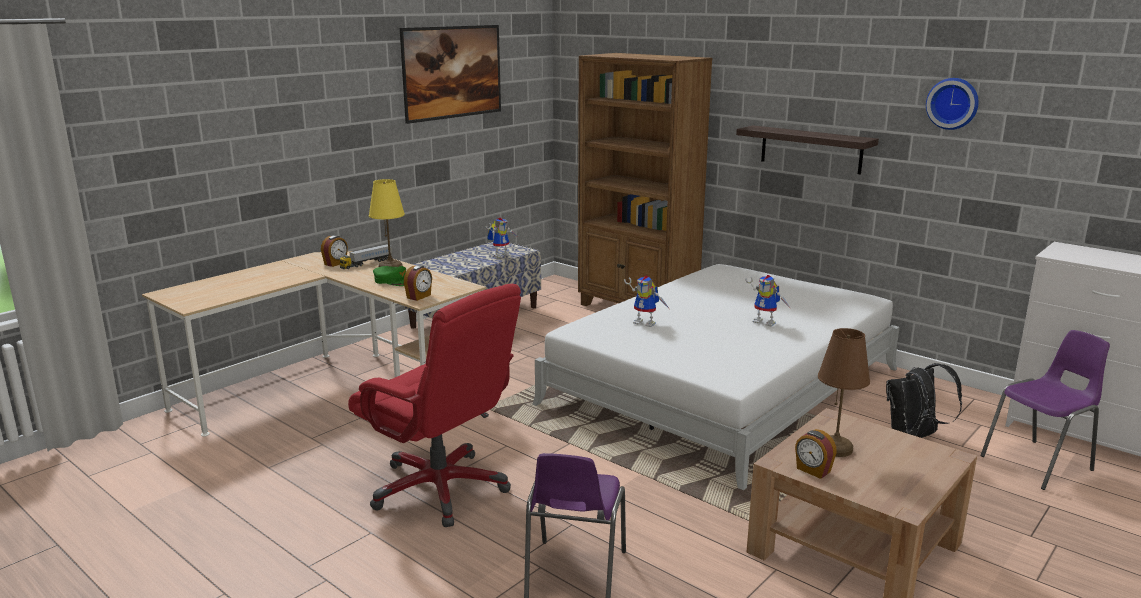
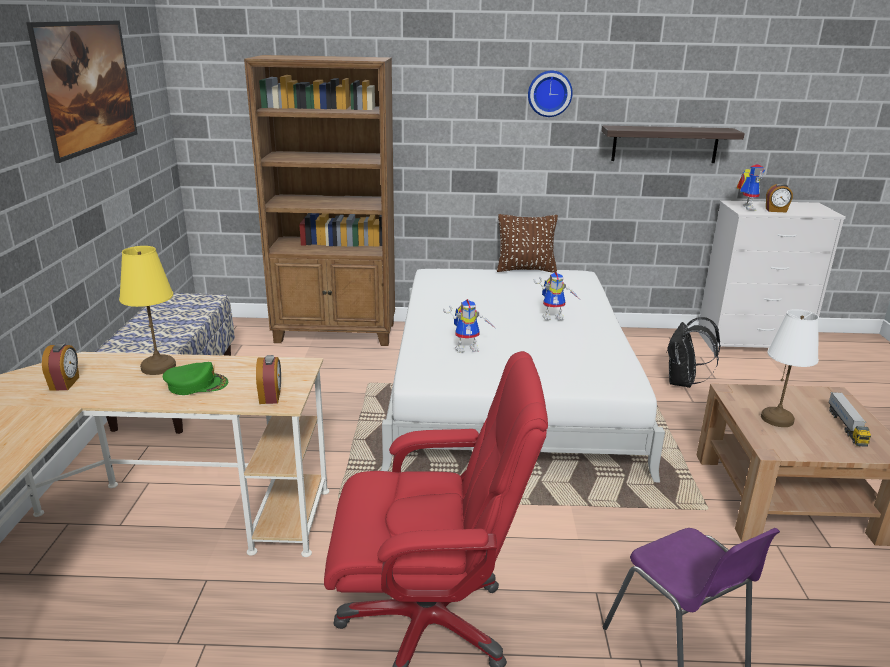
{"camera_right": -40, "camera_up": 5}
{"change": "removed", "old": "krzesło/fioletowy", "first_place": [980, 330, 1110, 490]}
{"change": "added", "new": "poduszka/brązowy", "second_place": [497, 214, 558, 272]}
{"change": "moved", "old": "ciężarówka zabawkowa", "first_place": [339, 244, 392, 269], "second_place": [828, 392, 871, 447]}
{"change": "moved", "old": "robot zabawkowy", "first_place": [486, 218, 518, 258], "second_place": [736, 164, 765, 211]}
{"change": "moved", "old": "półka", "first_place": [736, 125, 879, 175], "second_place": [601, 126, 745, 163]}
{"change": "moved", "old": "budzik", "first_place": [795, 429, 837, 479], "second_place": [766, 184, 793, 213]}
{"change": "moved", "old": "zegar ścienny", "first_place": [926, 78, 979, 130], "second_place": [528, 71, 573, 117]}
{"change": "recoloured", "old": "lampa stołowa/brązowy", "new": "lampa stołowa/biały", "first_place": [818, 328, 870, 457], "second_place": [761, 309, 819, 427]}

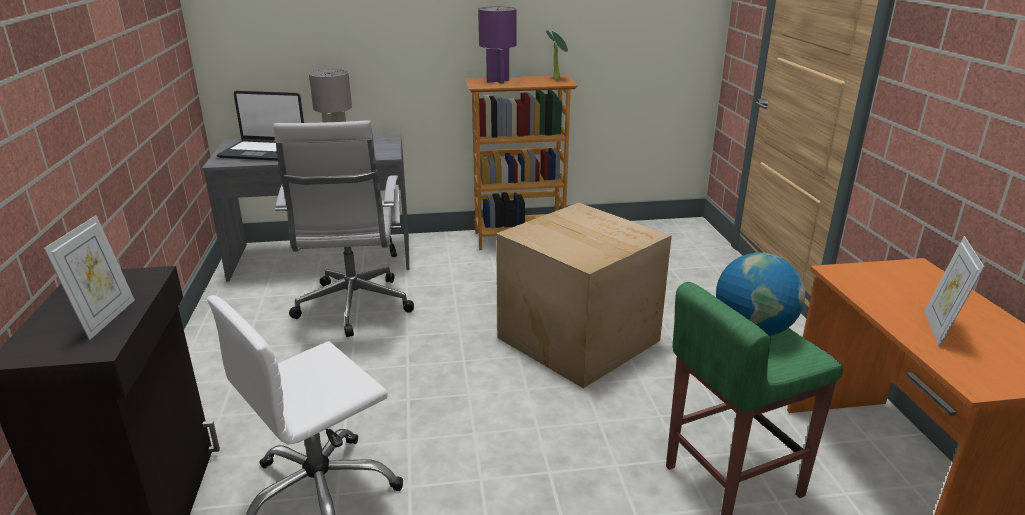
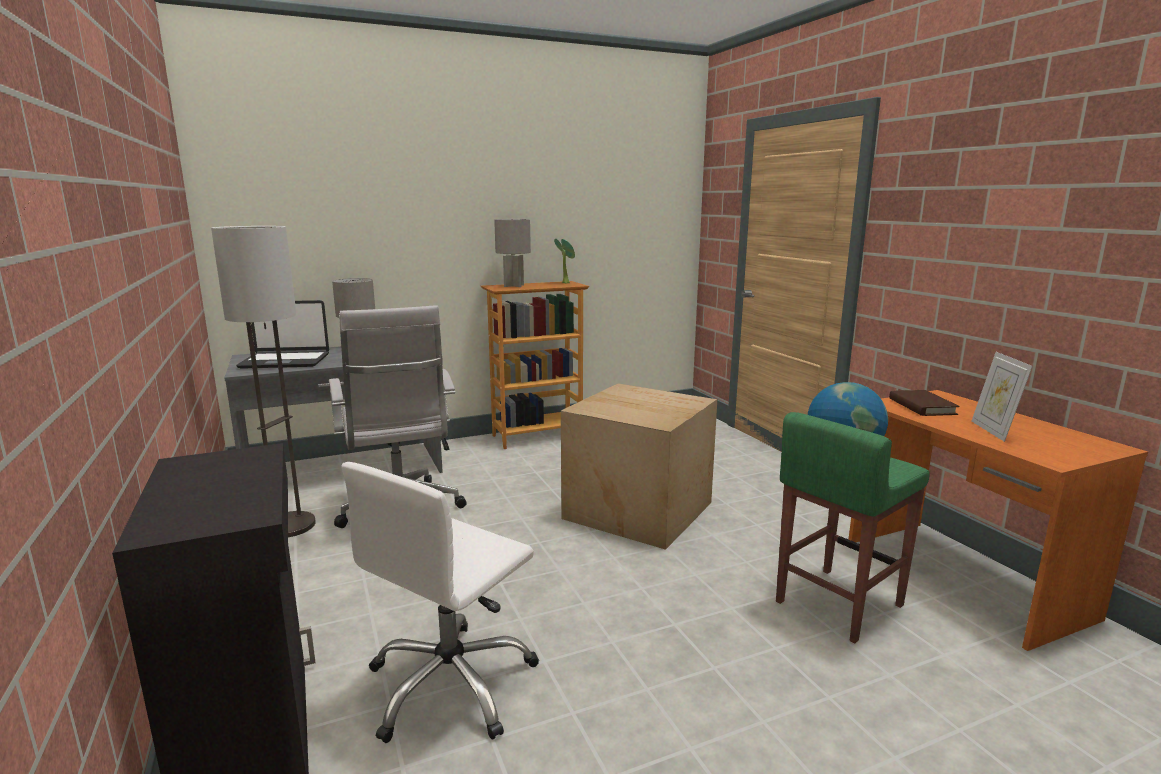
{"camera_right": -15, "camera_up": -10}
{"change": "removed", "old": "ramka na zdjęcie", "first_place": [44, 215, 135, 340]}
{"change": "added", "new": "lampa stojąca", "second_place": [211, 226, 316, 537]}
{"change": "added", "new": "książka/brązowy", "second_place": [889, 390, 960, 416]}
{"change": "recoloured", "old": "lampa stołowa/fioletowy", "new": "lampa stołowa/szary", "first_place": [478, 7, 517, 84], "second_place": [494, 219, 531, 287]}

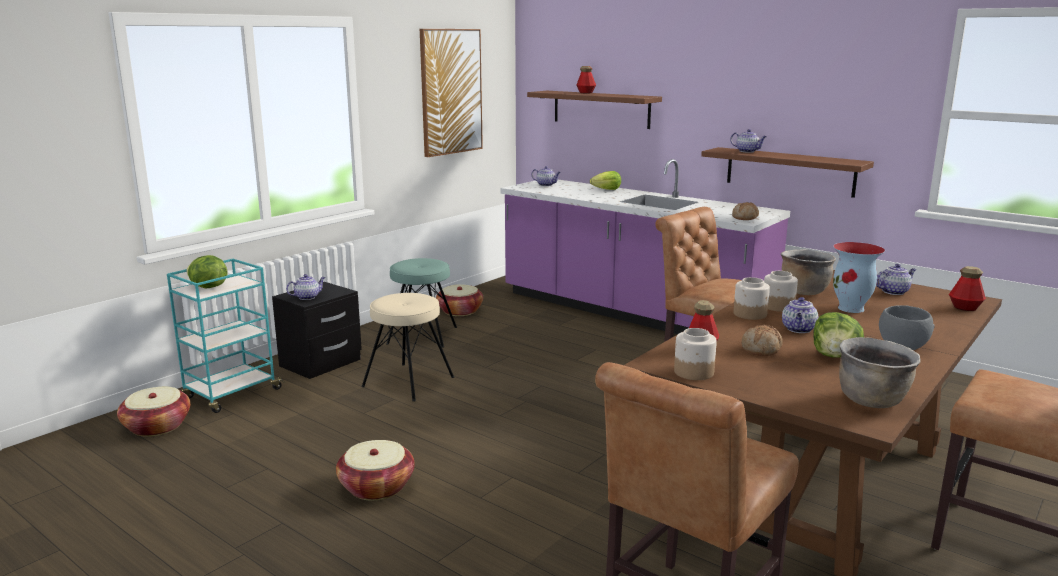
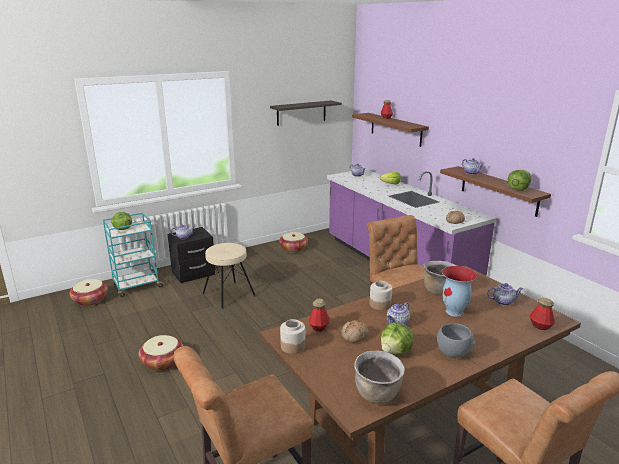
{"camera_right": 20, "camera_up": 5}
{"change": "removed", "old": "stołek/turkusowy", "first_place": [386, 258, 457, 348]}
{"change": "removed", "old": "słoik", "first_place": [764, 271, 798, 312]}
{"change": "added", "new": "sałata", "second_place": [508, 170, 531, 191]}
{"change": "replaced", "old": "obraz", "new": "półka", "first_place": [420, 29, 483, 157], "second_place": [270, 101, 342, 126]}

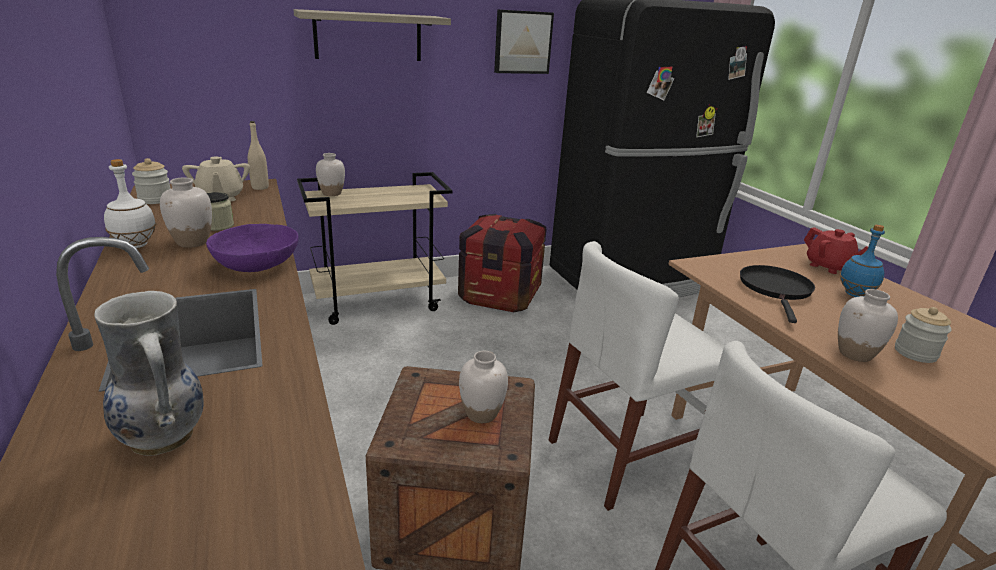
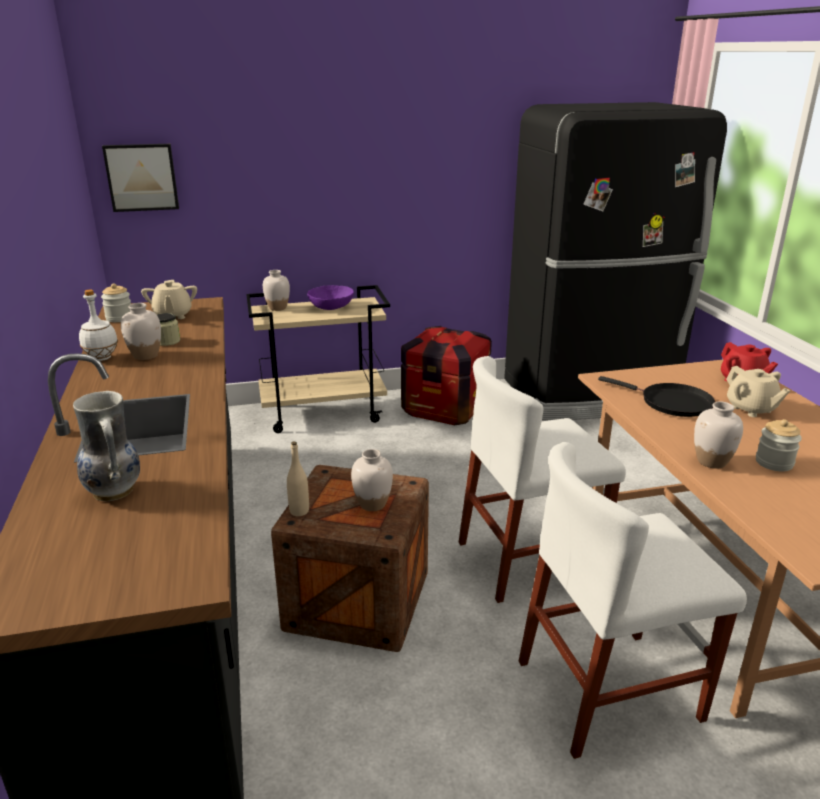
{"camera_right": 10, "camera_up": 0}
{"change": "removed", "old": "półka", "first_place": [294, 9, 451, 61]}
{"change": "moved", "old": "miska/fioletowy", "first_place": [206, 224, 298, 272], "second_place": [307, 285, 354, 310]}
{"change": "moved", "old": "butelka/beżowy", "first_place": [248, 121, 269, 190], "second_place": [287, 442, 309, 516]}
{"change": "moved", "old": "obraz", "first_place": [494, 9, 554, 74], "second_place": [102, 144, 179, 212]}
{"change": "replaced", "old": "butelka/niebieski", "new": "imbryk/beżowy", "first_place": [840, 224, 885, 297], "second_place": [726, 366, 791, 417]}
{"change": "turned", "old": "patelnia/czarny", "first_place": [740, 265, 815, 323], "second_place": [598, 376, 715, 417], "degrees": 105}

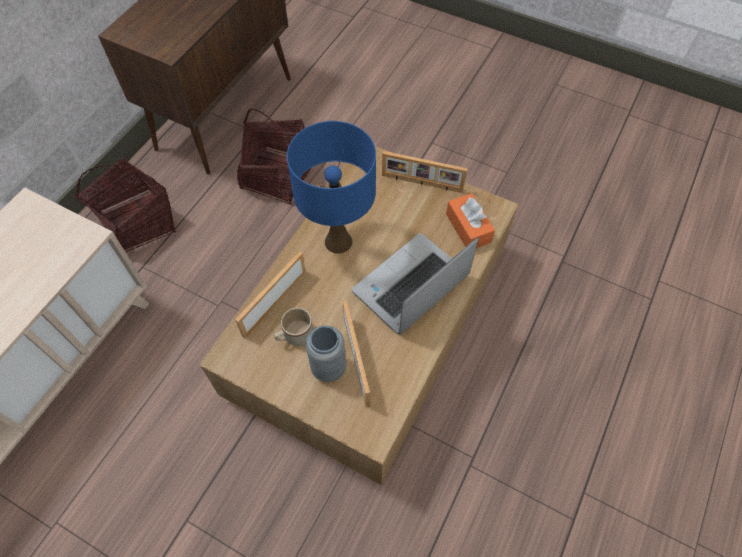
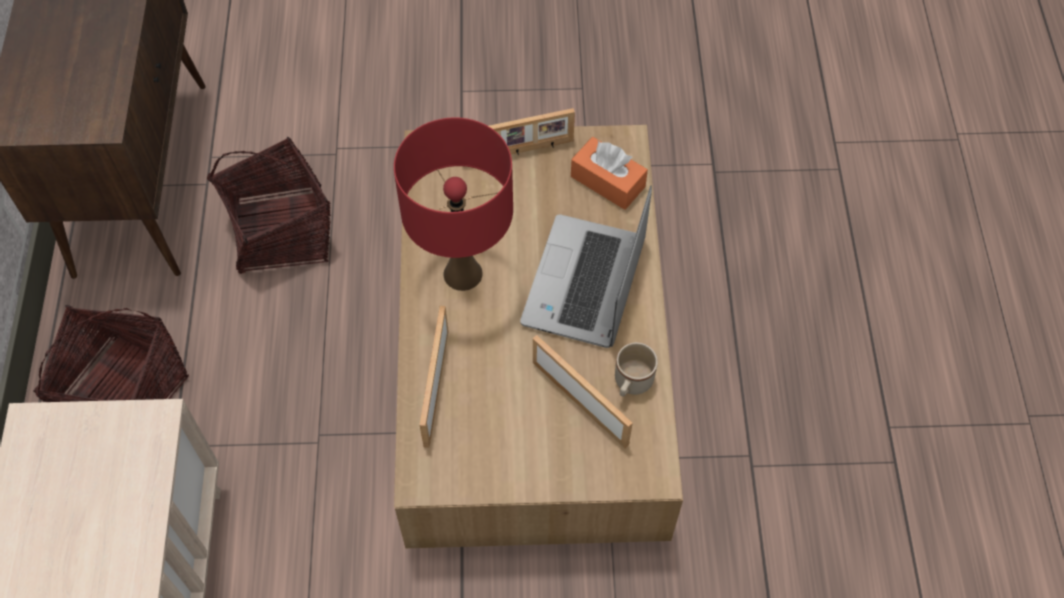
{"camera_right": -30, "camera_up": 0}
{"change": "removed", "old": "wazon/szary", "first_place": [306, 325, 346, 382]}
{"change": "moved", "old": "kubek/beżowy", "first_place": [274, 308, 313, 346], "second_place": [615, 342, 658, 397]}
{"change": "recoloured", "old": "lampa stołowa/niebieski", "new": "lampa stołowa/czerwony", "first_place": [287, 121, 376, 254], "second_place": [394, 117, 513, 291]}

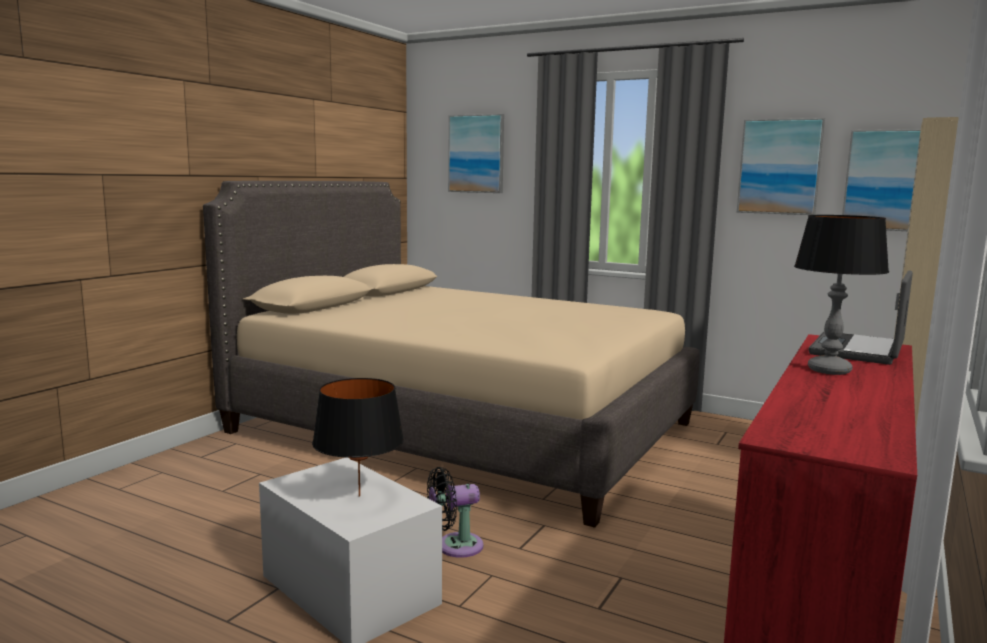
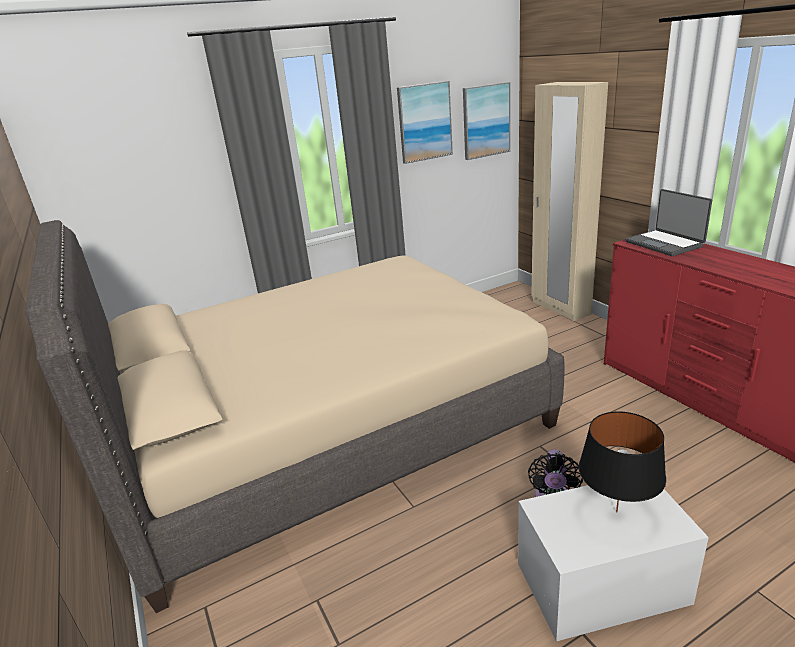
{"camera_right": -55, "camera_up": 15}
{"change": "removed", "old": "obraz", "first_place": [448, 114, 504, 193]}
{"change": "removed", "old": "lampa stołowa", "first_place": [794, 215, 889, 375]}

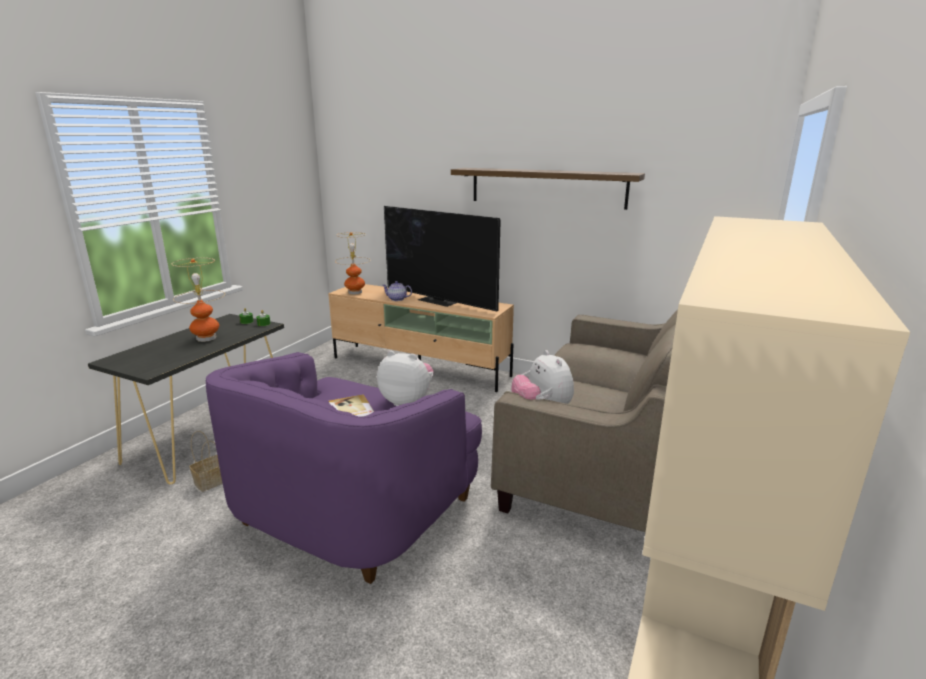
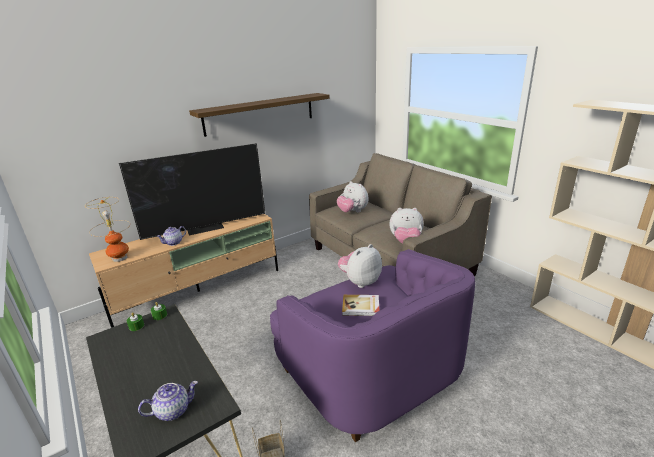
{"camera_right": -60, "camera_up": 5}
{"change": "removed", "old": "lampa stołowa", "first_place": [172, 258, 225, 342]}
{"change": "added", "new": "imbryk", "second_place": [138, 381, 198, 421]}
{"change": "added", "new": "pluszak", "second_place": [337, 181, 369, 212]}

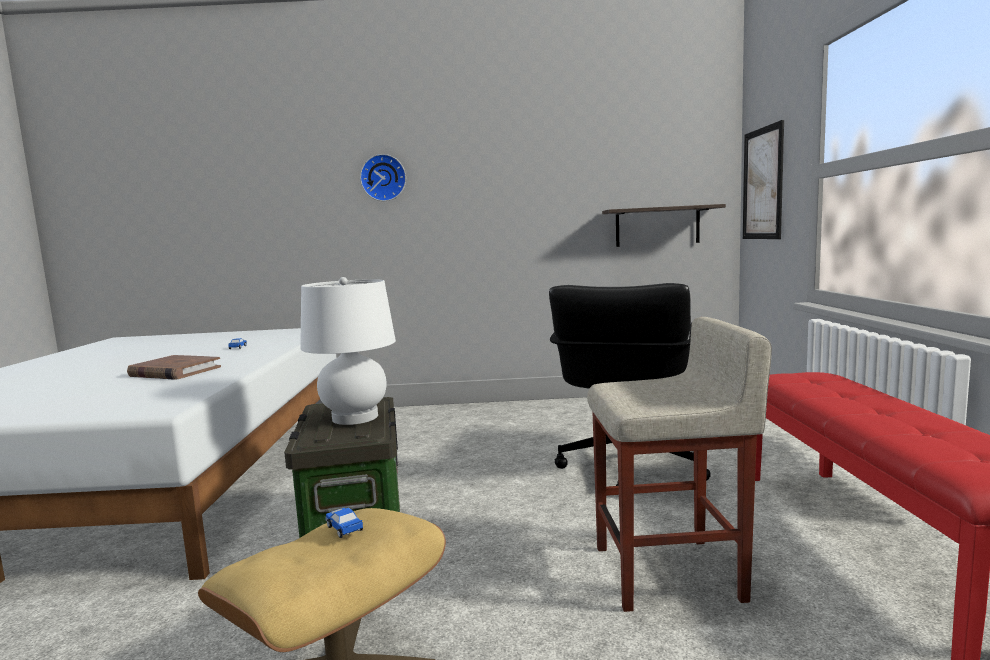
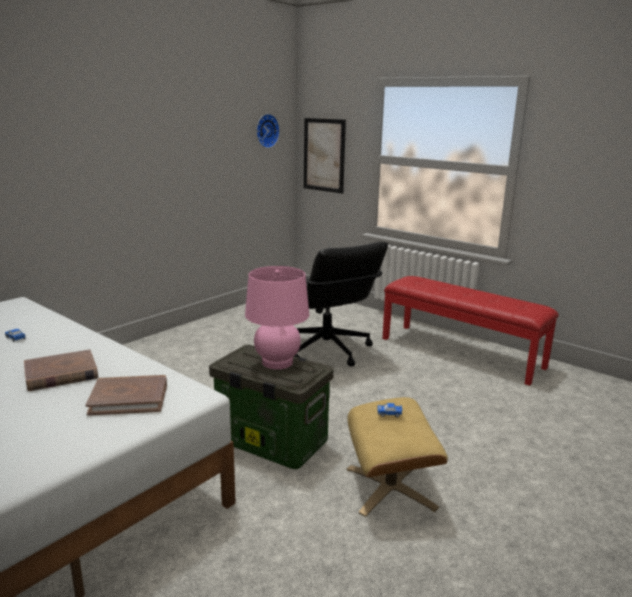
{"camera_right": -50, "camera_up": 10}
{"change": "removed", "old": "stołek/beżowy", "first_place": [587, 317, 772, 612]}
{"change": "removed", "old": "półka", "first_place": [602, 204, 726, 247]}
{"change": "added", "new": "książka/brązowy", "second_place": [85, 375, 167, 416]}
{"change": "moved", "old": "zegar ścienny", "first_place": [360, 154, 406, 201], "second_place": [256, 114, 280, 148]}
{"change": "recoloured", "old": "lampa stołowa/biały", "new": "lampa stołowa/różowy", "first_place": [300, 277, 396, 425], "second_place": [245, 266, 309, 369]}

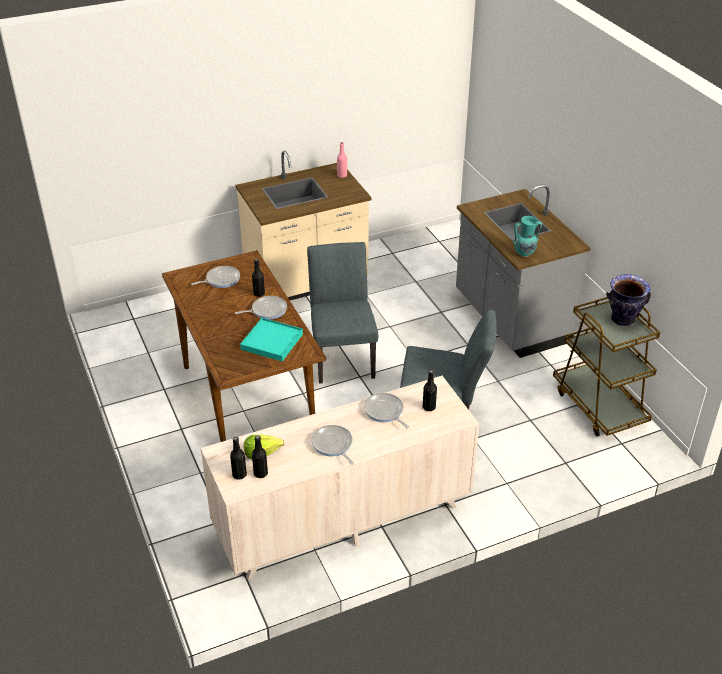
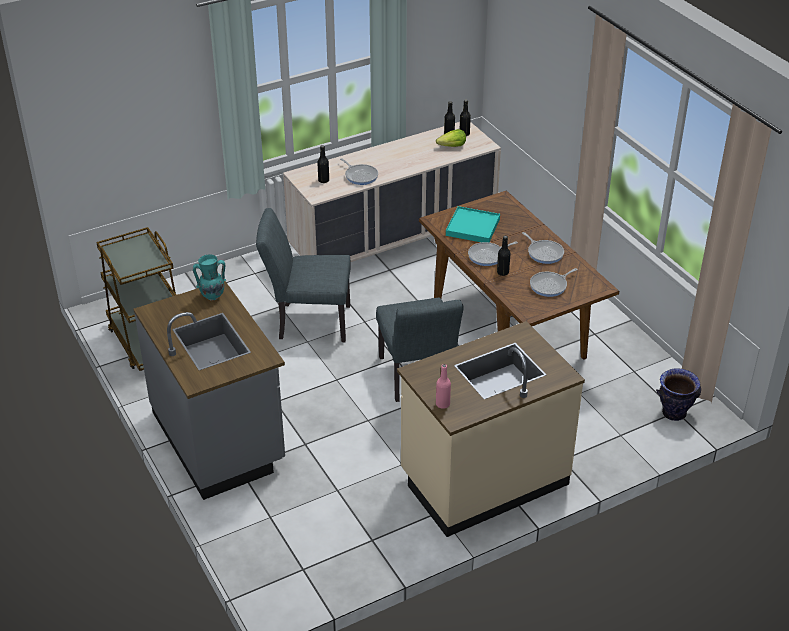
{"camera_right": 175, "camera_up": 0}
{"change": "moved", "old": "patelnia", "first_place": [311, 425, 354, 465], "second_place": [522, 232, 564, 264]}
{"change": "moved", "old": "wazon", "first_place": [606, 274, 651, 326], "second_place": [656, 368, 701, 421]}

